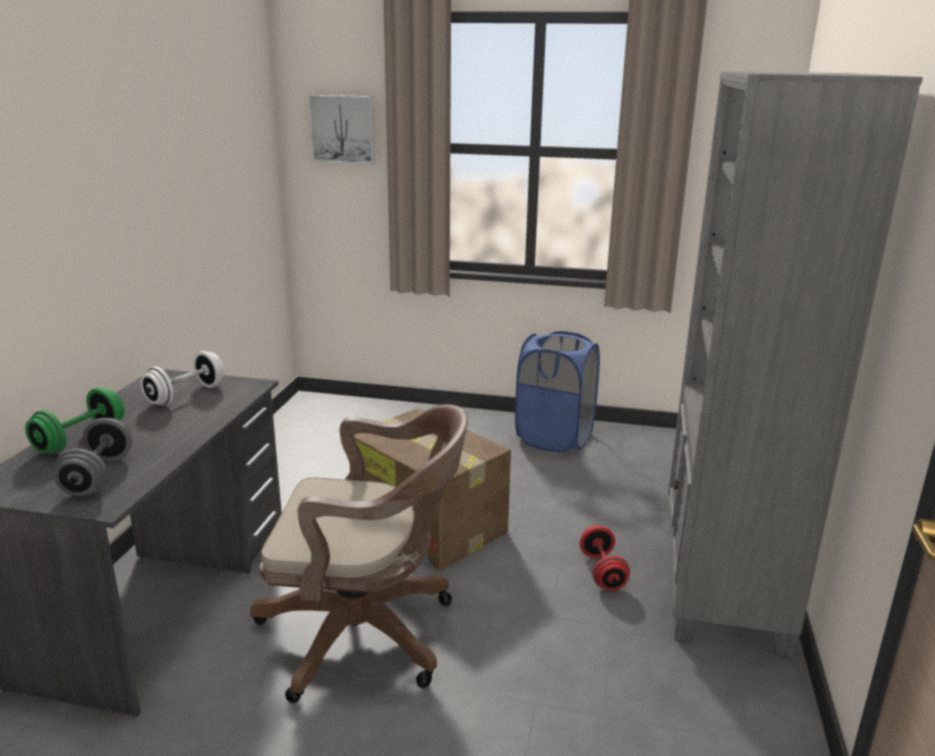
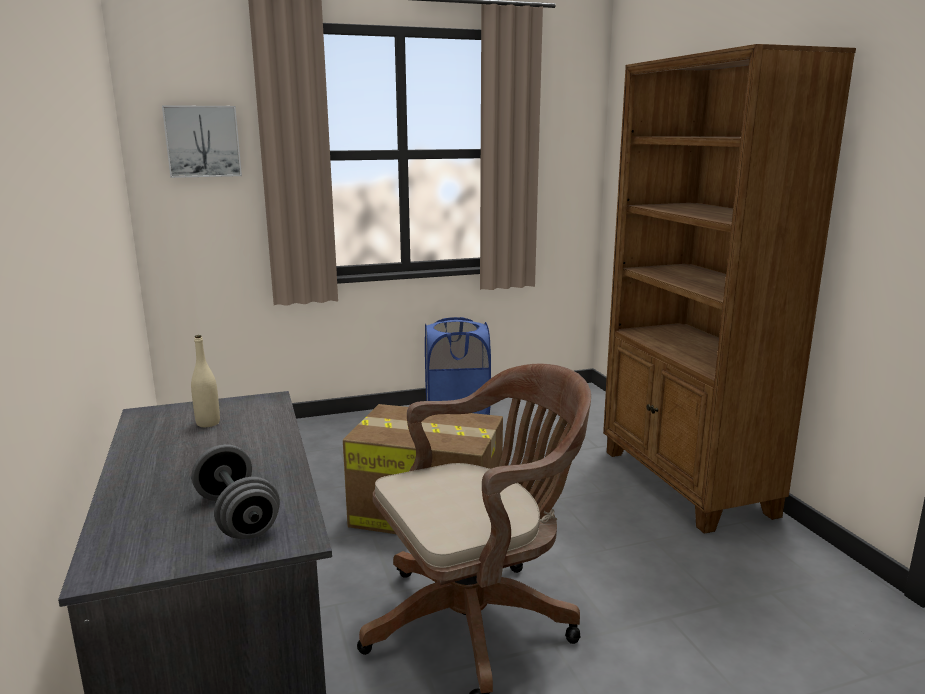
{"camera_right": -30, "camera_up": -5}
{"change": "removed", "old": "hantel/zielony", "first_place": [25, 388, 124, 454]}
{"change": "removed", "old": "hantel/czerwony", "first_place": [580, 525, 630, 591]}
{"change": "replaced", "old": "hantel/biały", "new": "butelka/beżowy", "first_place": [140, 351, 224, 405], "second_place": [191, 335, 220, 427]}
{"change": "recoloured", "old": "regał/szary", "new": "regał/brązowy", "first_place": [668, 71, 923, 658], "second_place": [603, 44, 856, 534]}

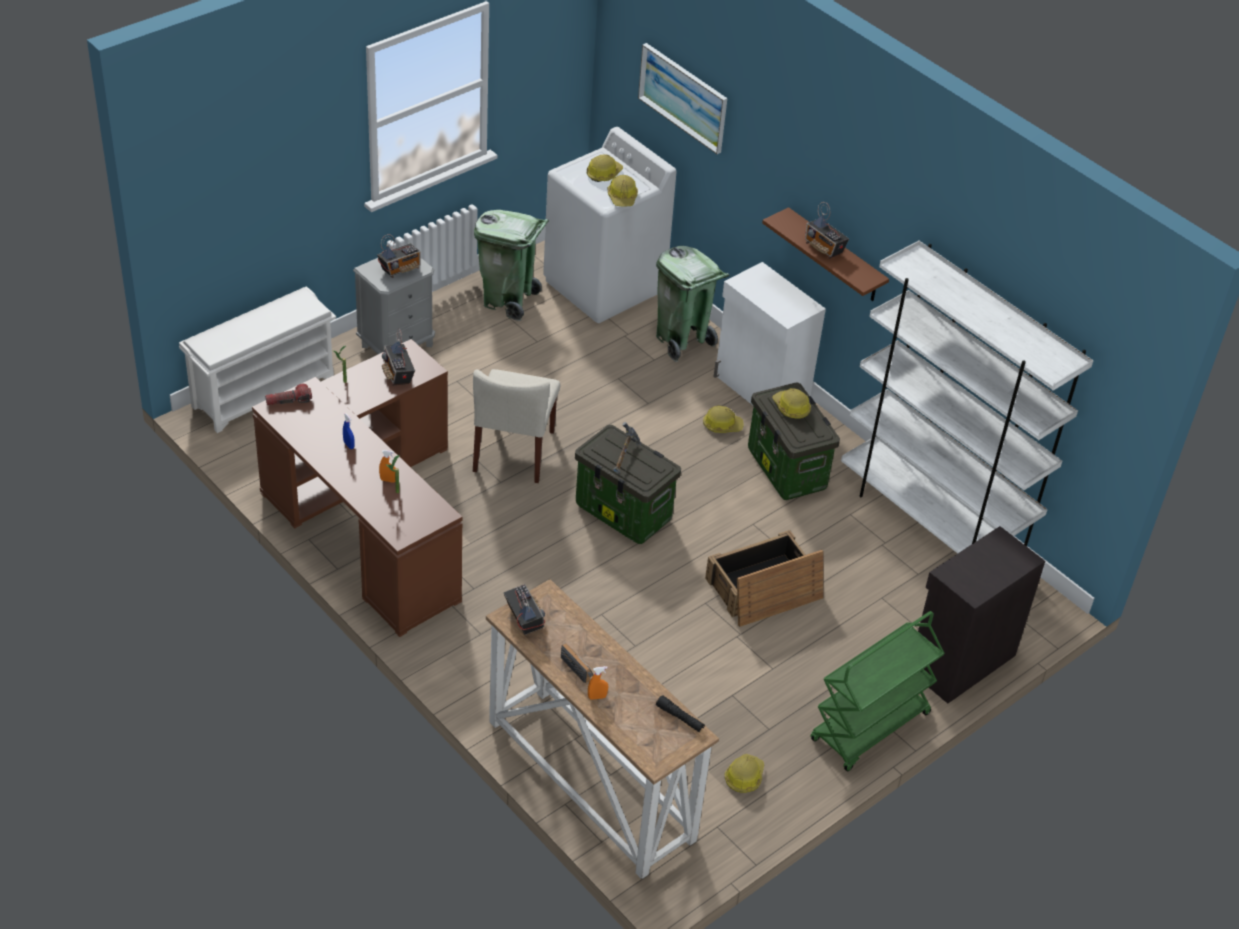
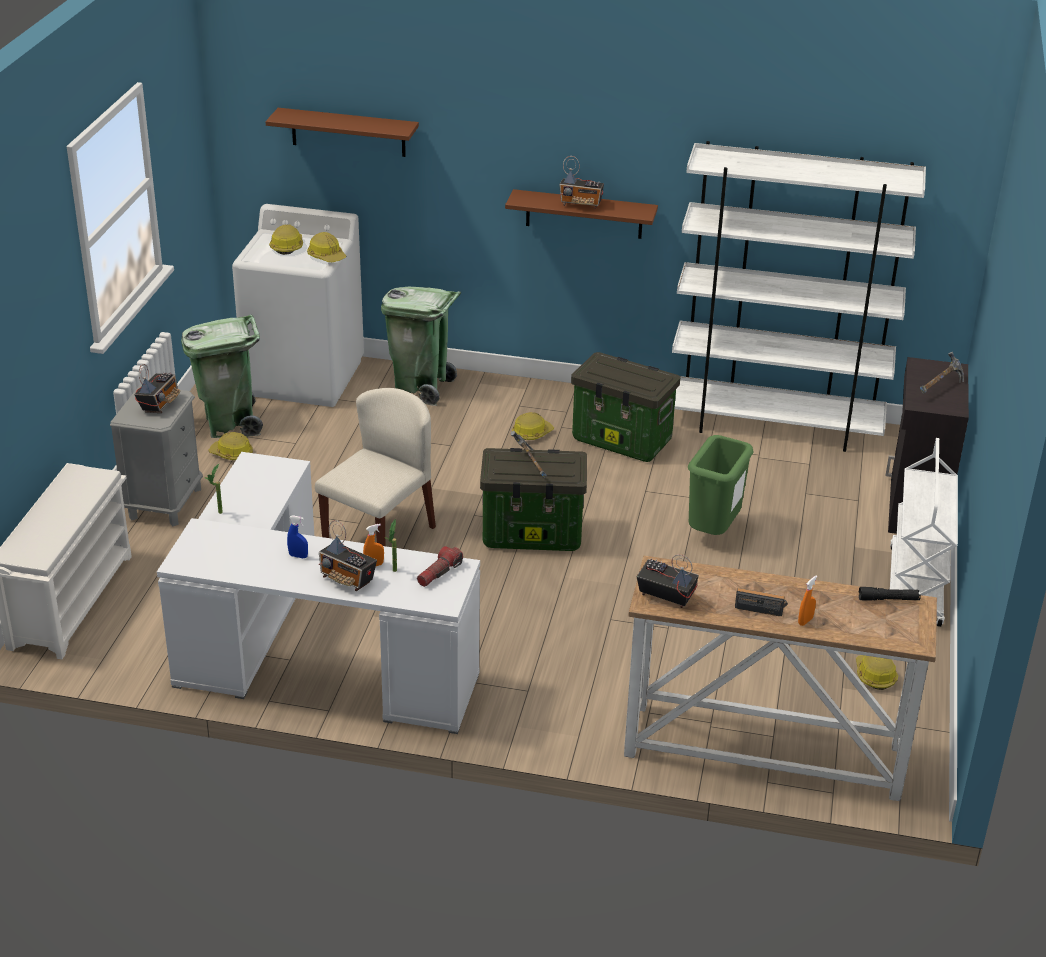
{"camera_right": -35, "camera_up": -10}
{"change": "removed", "old": "szafka/biały", "first_place": [714, 262, 826, 405]}
{"change": "added", "new": "młotek", "second_place": [920, 352, 964, 394]}
{"change": "moved", "old": "latarka", "first_place": [265, 384, 312, 405], "second_place": [417, 546, 463, 587]}
{"change": "moved", "old": "radio", "first_place": [382, 328, 415, 385], "second_place": [319, 520, 377, 591]}
{"change": "moved", "old": "kask", "first_place": [773, 388, 811, 419], "second_place": [208, 432, 253, 460]}
{"change": "replaced", "old": "obraz", "new": "półka/brązowy", "first_place": [638, 43, 727, 154], "second_place": [266, 108, 419, 157]}
{"change": "replaced", "old": "skrzynka", "new": "kosz na śmieci/zielony", "first_place": [705, 530, 824, 627], "second_place": [688, 435, 754, 535]}
{"change": "recoloured", "old": "biurko/brązowy", "new": "biurko/biały", "first_place": [252, 339, 462, 637], "second_place": [157, 452, 480, 734]}
{"change": "recoloured", "old": "wózek/zielony", "new": "wózek/biały", "first_place": [810, 611, 945, 772], "second_place": [890, 438, 958, 627]}
{"change": "turned", "old": "krzesło/beżowy", "first_place": [473, 369, 561, 483], "second_place": [315, 388, 436, 546], "degrees": -120}

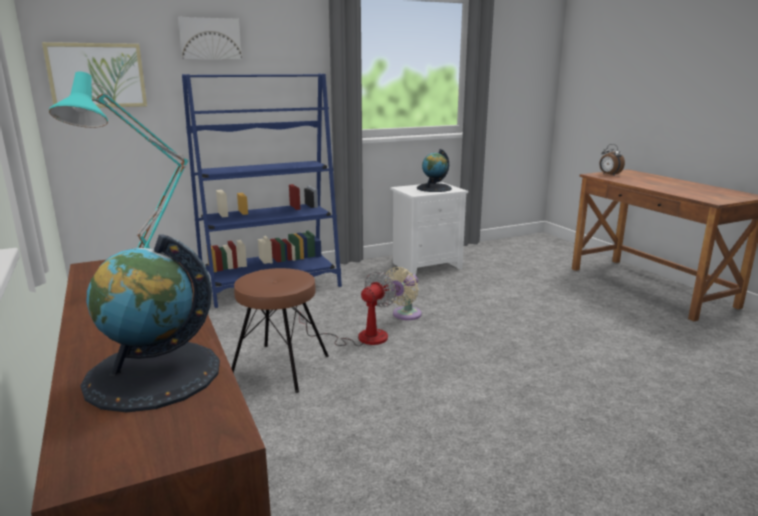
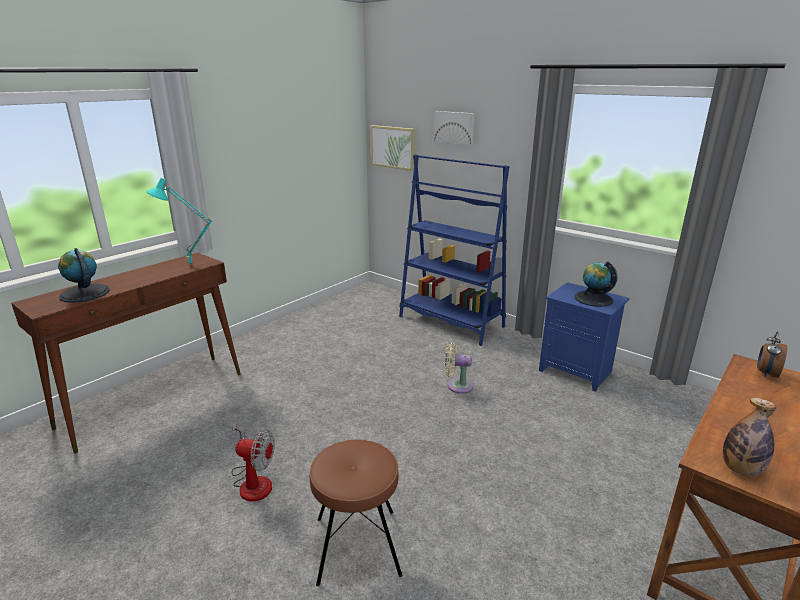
{"camera_right": 65, "camera_up": 5}
{"change": "added", "new": "butelka", "second_place": [723, 397, 777, 476]}
{"change": "moved", "old": "stołek/brązowy", "first_place": [231, 268, 329, 393], "second_place": [310, 440, 402, 586]}
{"change": "moved", "old": "wentylator", "first_place": [299, 271, 396, 346], "second_place": [232, 421, 275, 501]}
{"change": "recoloured", "old": "szafka nocna/biały", "new": "szafka nocna/niebieski", "first_place": [390, 182, 468, 275], "second_place": [539, 282, 630, 392]}

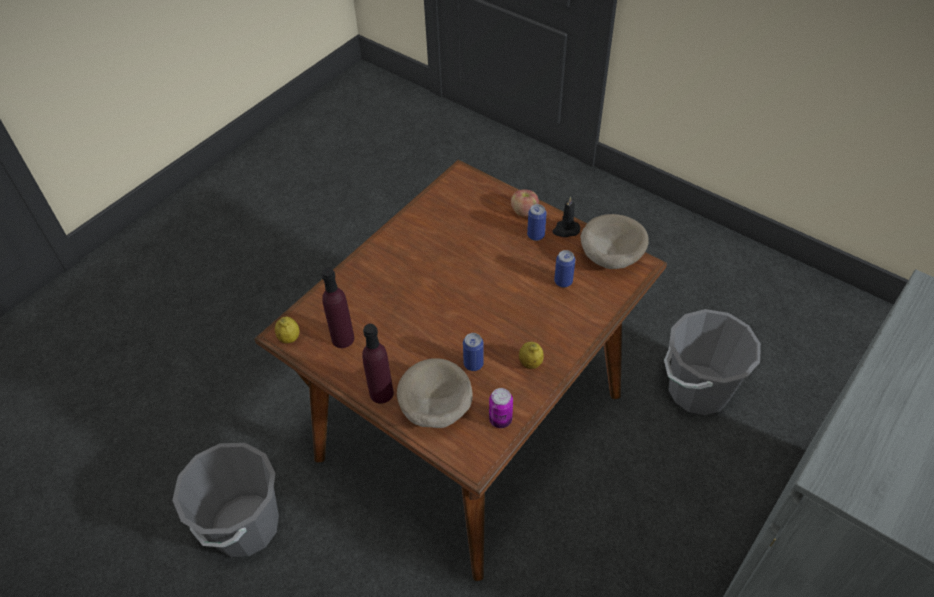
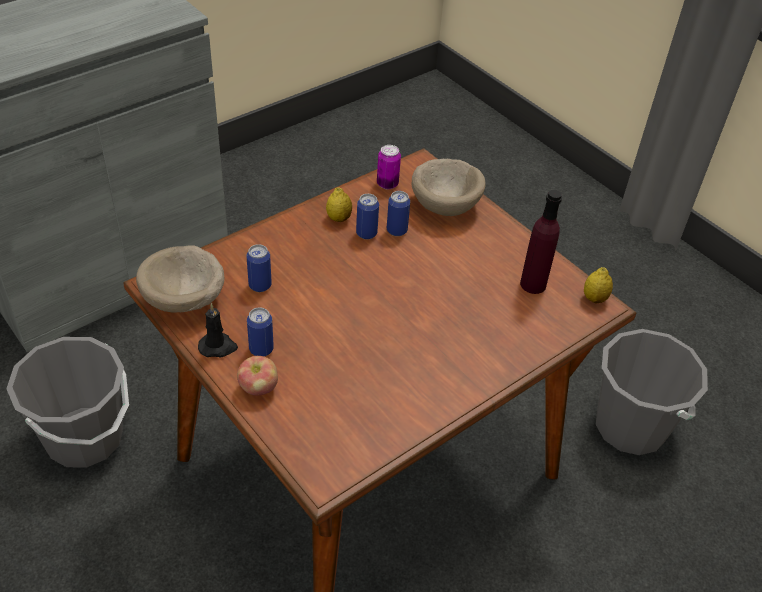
{"camera_right": -170, "camera_up": -5}
{"change": "removed", "old": "butelka/fioletowy", "first_place": [362, 324, 394, 404]}
{"change": "added", "new": "puszka", "second_place": [356, 194, 379, 239]}

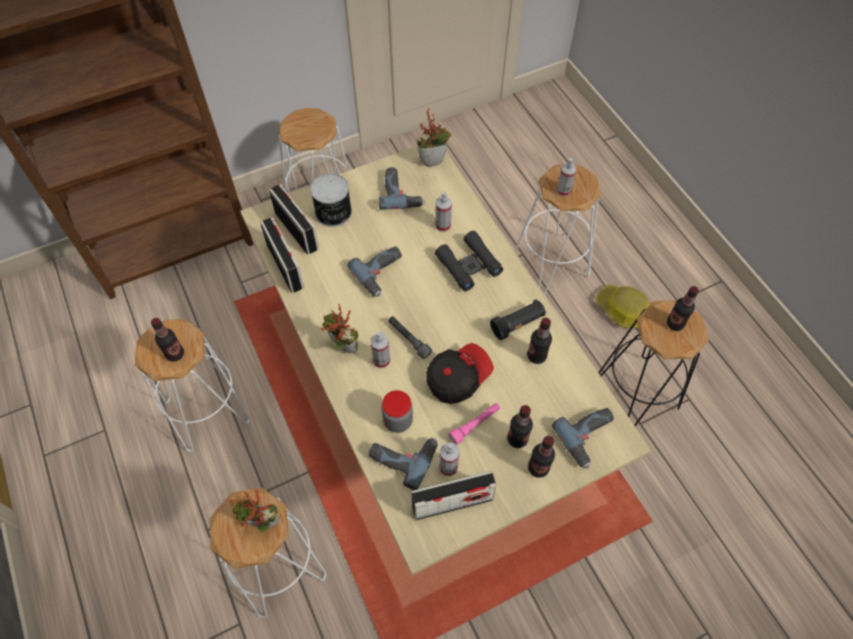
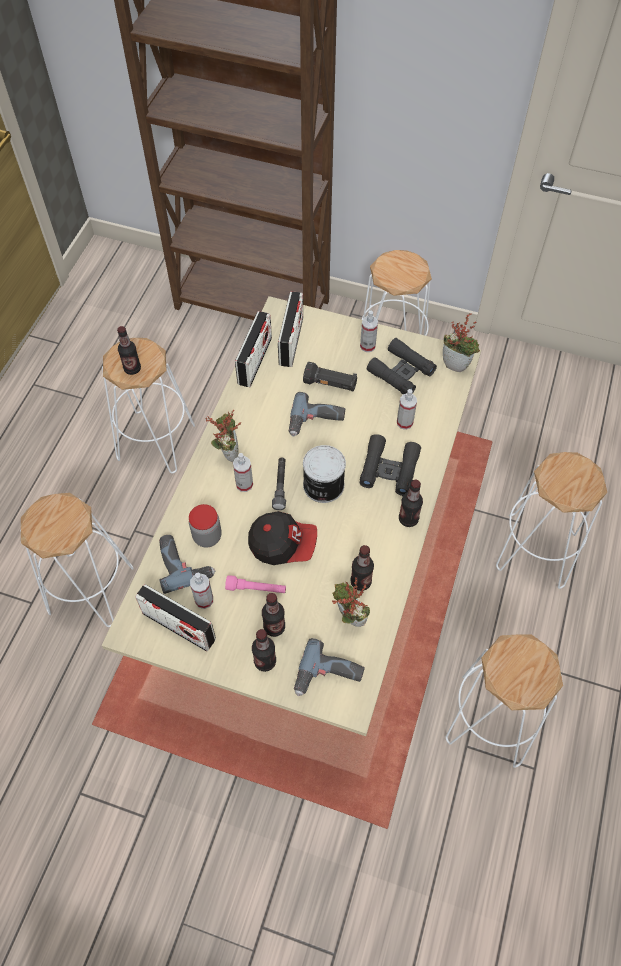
{"camera_right": 45, "camera_up": 0}
{"change": "removed", "old": "kask", "first_place": [595, 285, 650, 328]}
{"change": "moved", "old": "roślina doniczkowa", "first_place": [232, 490, 280, 533], "second_place": [332, 577, 370, 627]}
{"change": "moved", "old": "puszka", "first_place": [310, 173, 352, 227], "second_place": [303, 445, 346, 503]}
{"change": "moved", "old": "latarka/czarny", "first_place": [490, 299, 546, 340], "second_place": [303, 362, 357, 391]}
{"change": "moved", "old": "spryskiwacz", "first_place": [557, 158, 576, 197], "second_place": [360, 311, 378, 352]}
{"change": "moved", "old": "butelka", "first_place": [667, 286, 699, 331], "second_place": [399, 480, 423, 527]}
{"change": "replaced", "old": "wiertarka", "new": "lornetka/czarny", "first_place": [379, 167, 425, 210], "second_place": [367, 338, 437, 394]}
{"change": "recoloured", "old": "stołek/czarny", "new": "stołek/biały", "first_place": [598, 300, 708, 427], "second_place": [446, 634, 563, 768]}

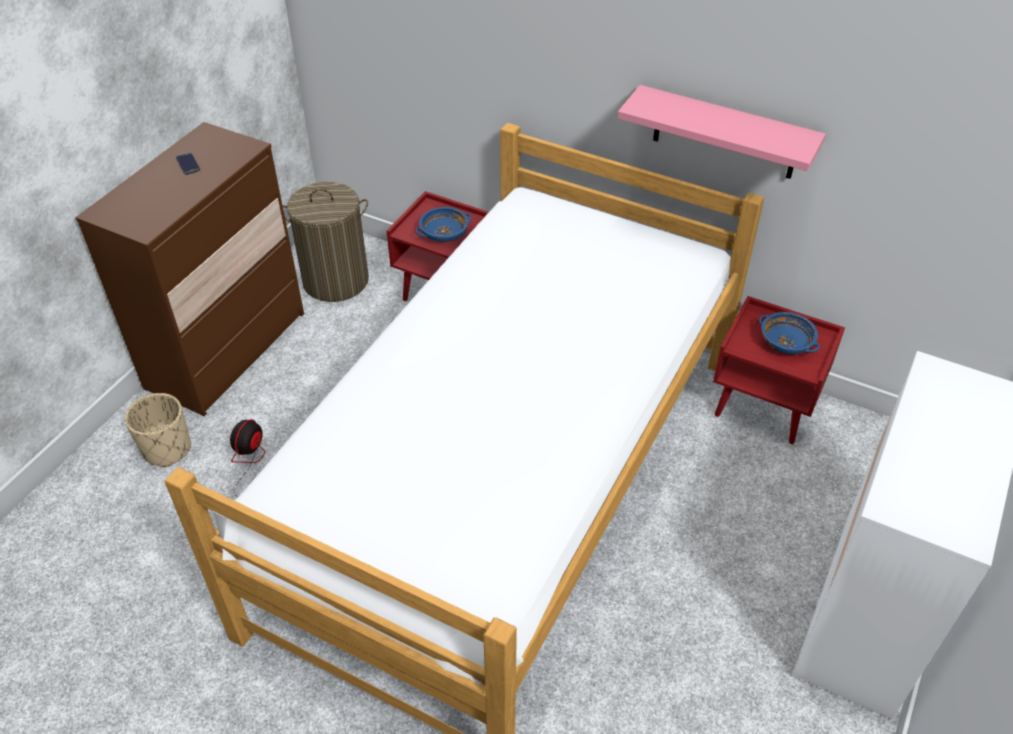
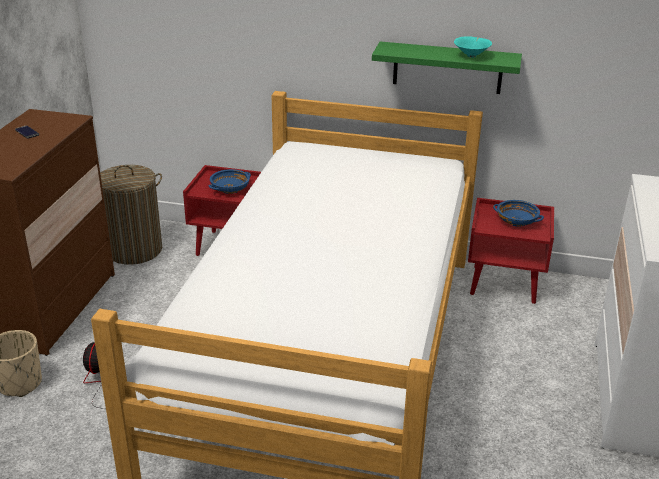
{"camera_right": -15, "camera_up": -15}
{"change": "added", "new": "miska/turkusowy", "second_place": [454, 36, 492, 58]}
{"change": "recoloured", "old": "półka/różowy", "new": "półka/zielony", "first_place": [617, 85, 826, 179], "second_place": [372, 42, 522, 94]}

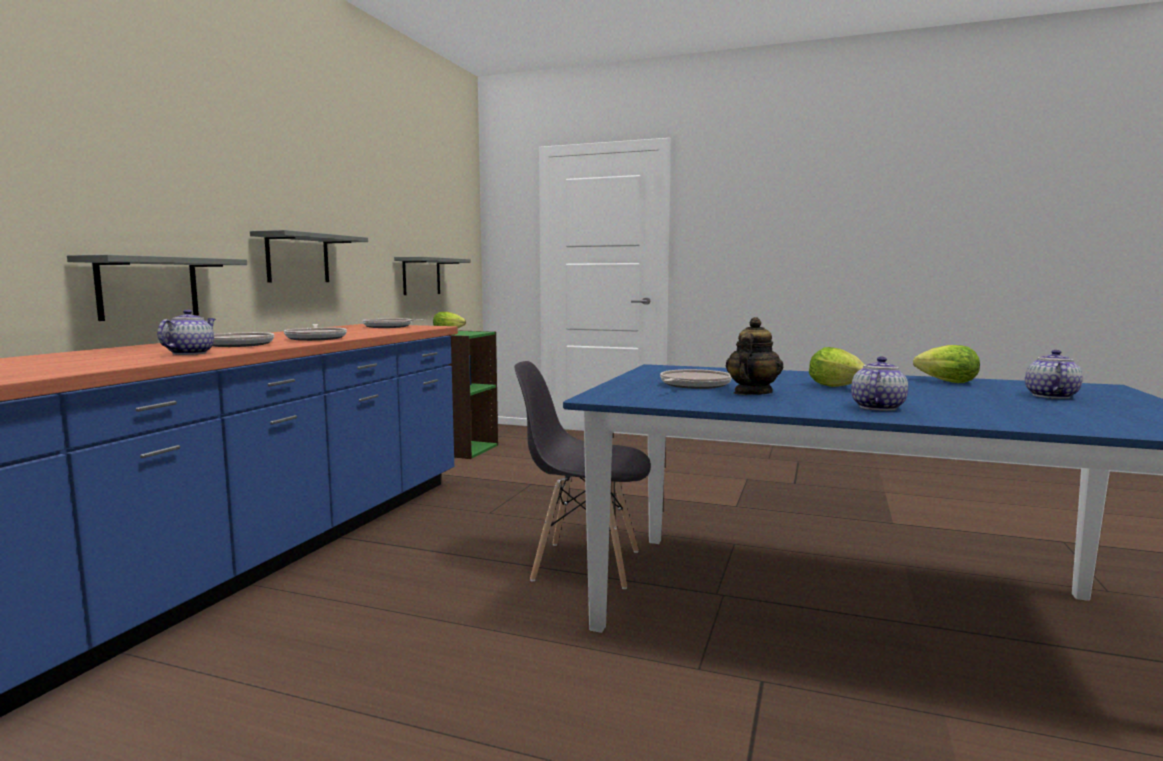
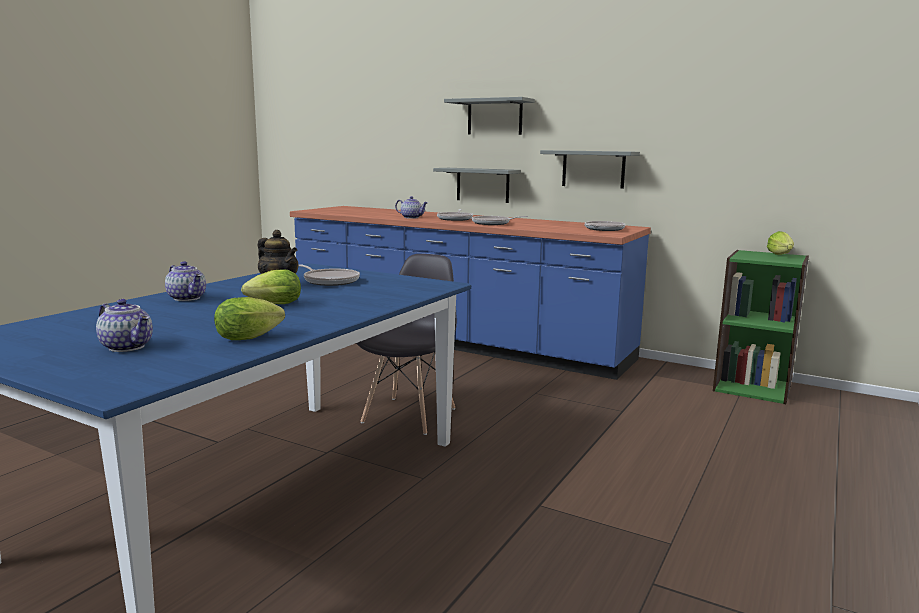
{"camera_right": 100, "camera_up": 5}
{"change": "moved", "old": "półka/szary", "first_place": [394, 257, 471, 295], "second_place": [444, 97, 535, 135]}

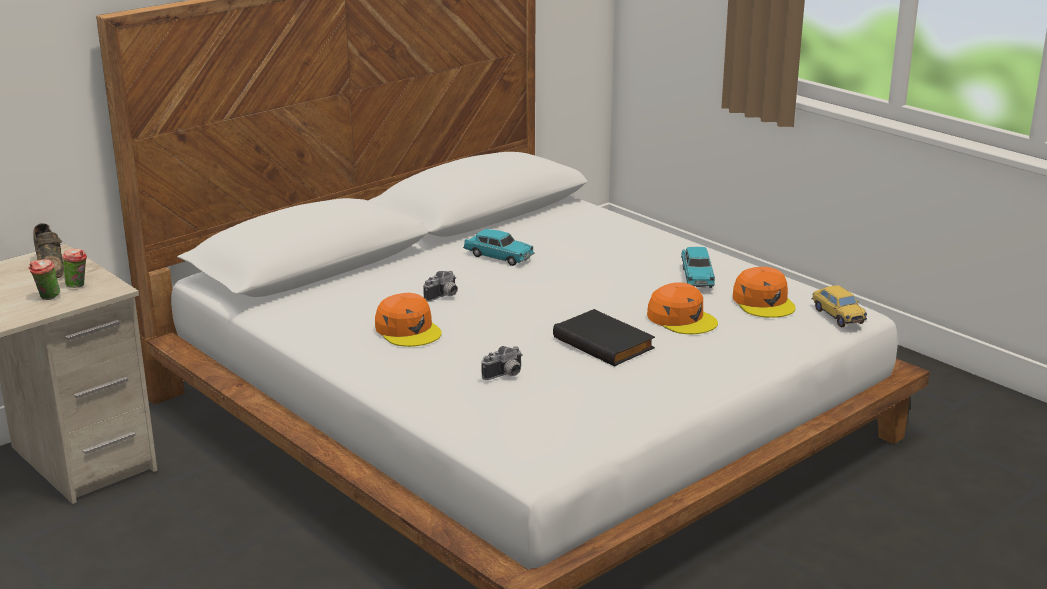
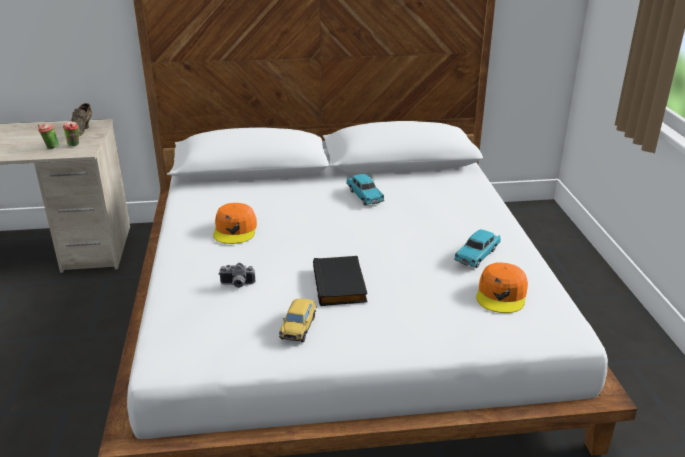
{"camera_right": 35, "camera_up": 5}
{"change": "removed", "old": "aparat fotograficzny", "first_place": [423, 271, 458, 302]}
{"change": "removed", "old": "czapka z daszkiem/pomarańczowy", "first_place": [647, 282, 718, 334]}
{"change": "moved", "old": "samochodzik", "first_place": [811, 285, 867, 327], "second_place": [279, 299, 317, 343]}

